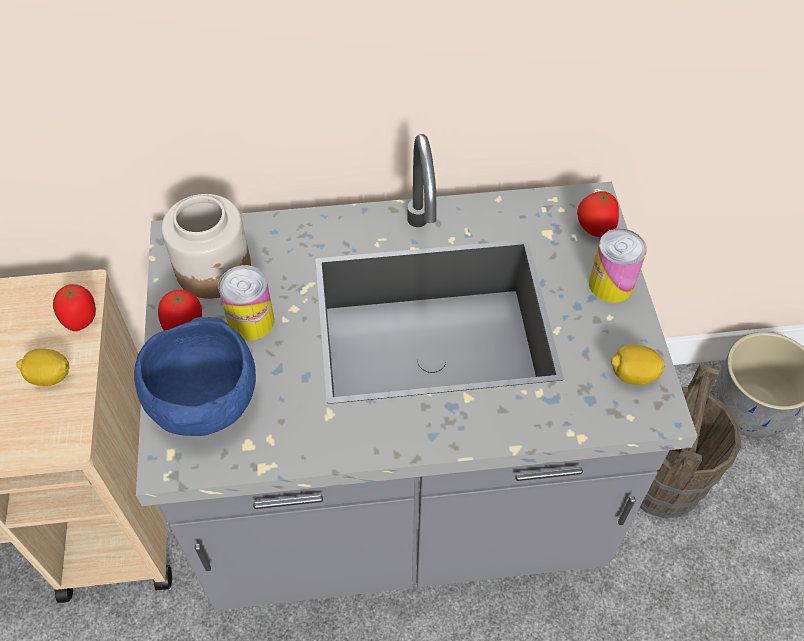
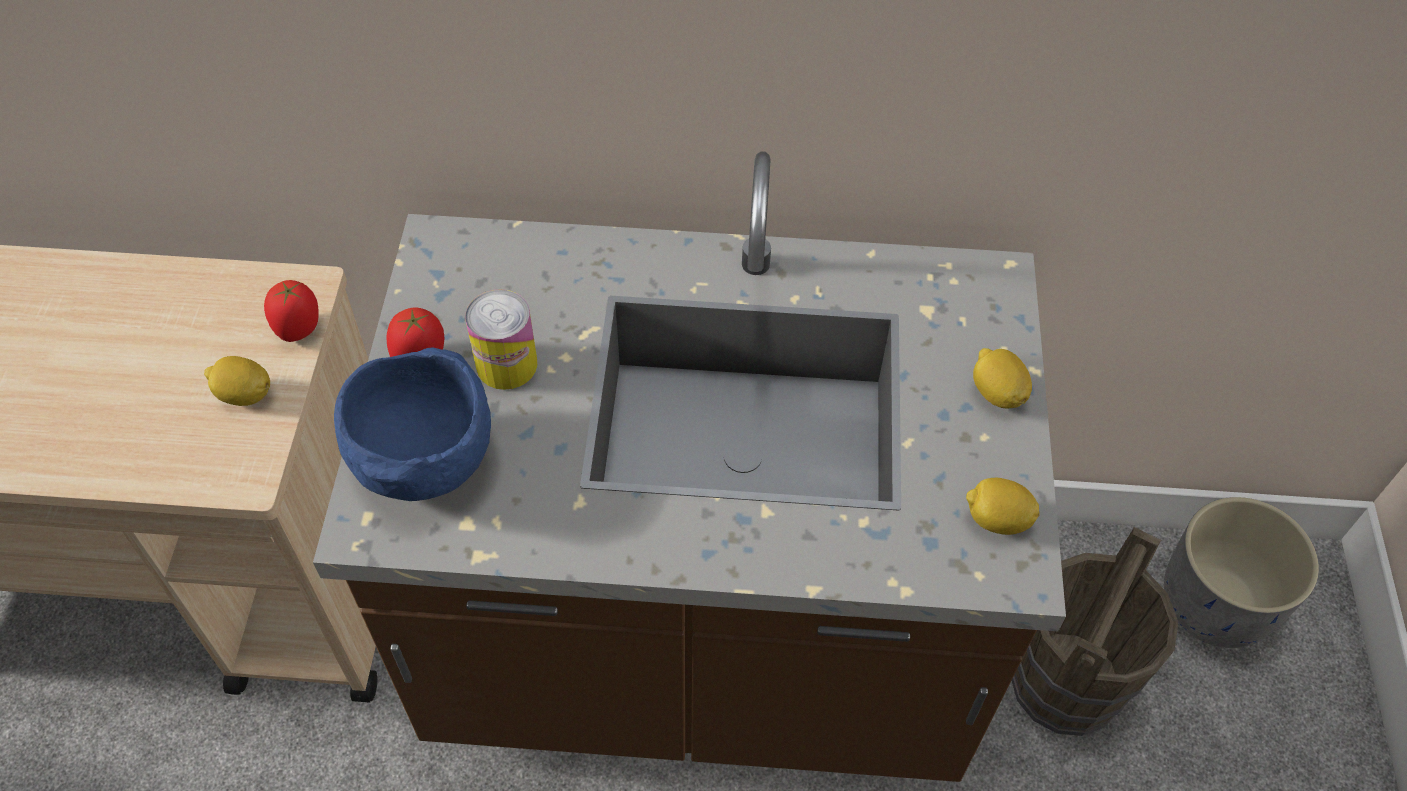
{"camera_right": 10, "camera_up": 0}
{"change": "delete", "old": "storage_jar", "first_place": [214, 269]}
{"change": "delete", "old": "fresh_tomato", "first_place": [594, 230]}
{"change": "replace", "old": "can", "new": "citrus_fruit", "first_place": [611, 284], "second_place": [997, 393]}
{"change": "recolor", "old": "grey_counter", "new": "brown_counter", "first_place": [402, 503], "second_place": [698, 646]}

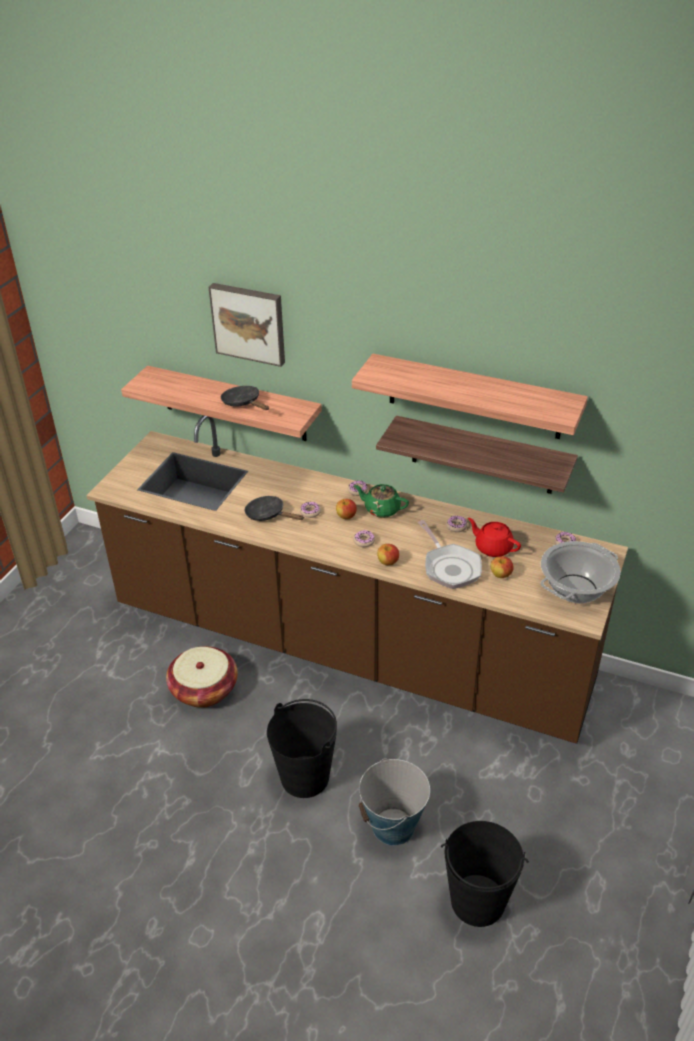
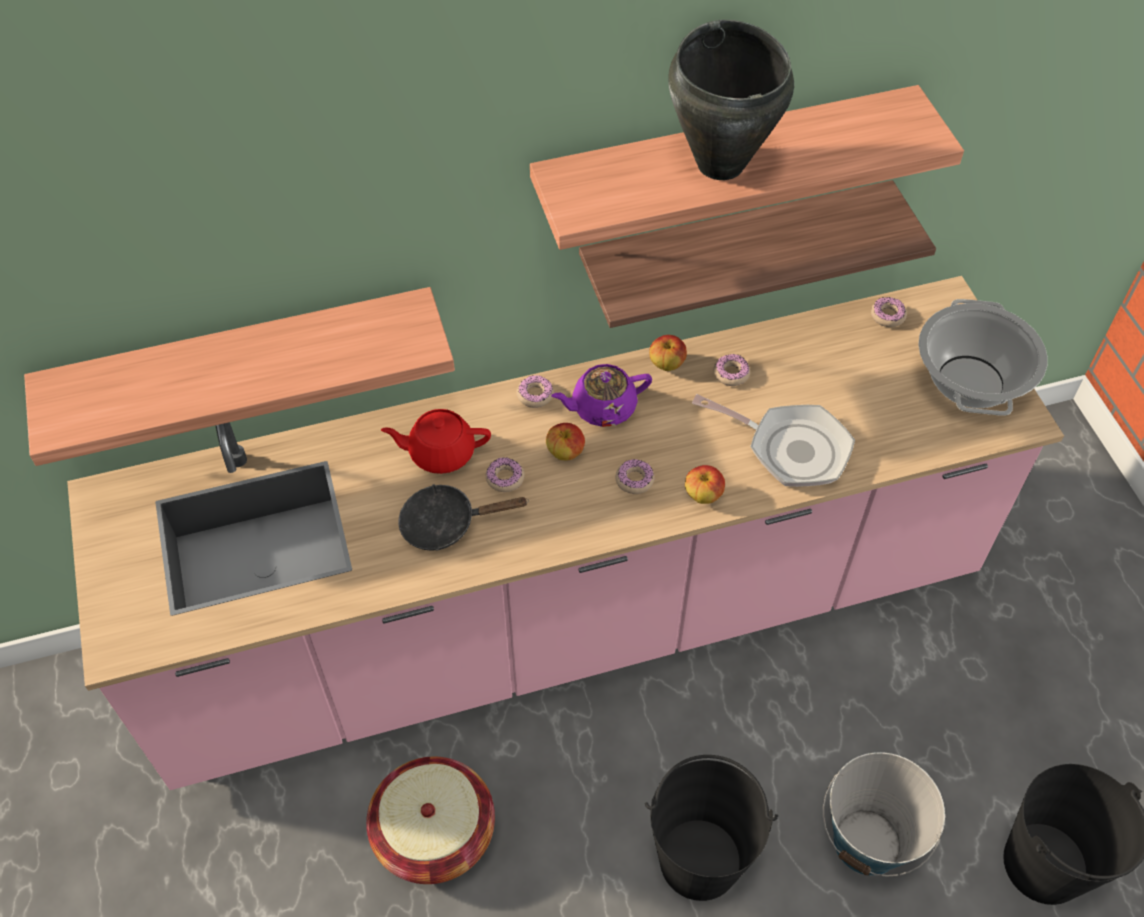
{"camera_right": -40, "camera_up": 15}
{"change": "delete", "old": "wall_picture", "first_place": [249, 323]}
{"change": "delete", "old": "black-coloured_frying_pan", "first_place": [243, 403]}
{"change": "insert", "new": "black-coloured_stockpot", "second_place": [721, 163]}
{"change": "move", "old": "red_teapot", "first_place": [493, 547], "second_place": [440, 452]}
{"change": "move", "old": "apple_fruit", "first_place": [501, 575], "second_place": [667, 364]}
{"change": "recolor", "old": "brown_counter", "new": "pink_counter", "first_place": [349, 647], "second_place": [572, 618]}
{"change": "recolor", "old": "greenish_teapot", "new": "purple_teapot", "first_place": [381, 509], "second_place": [602, 408]}

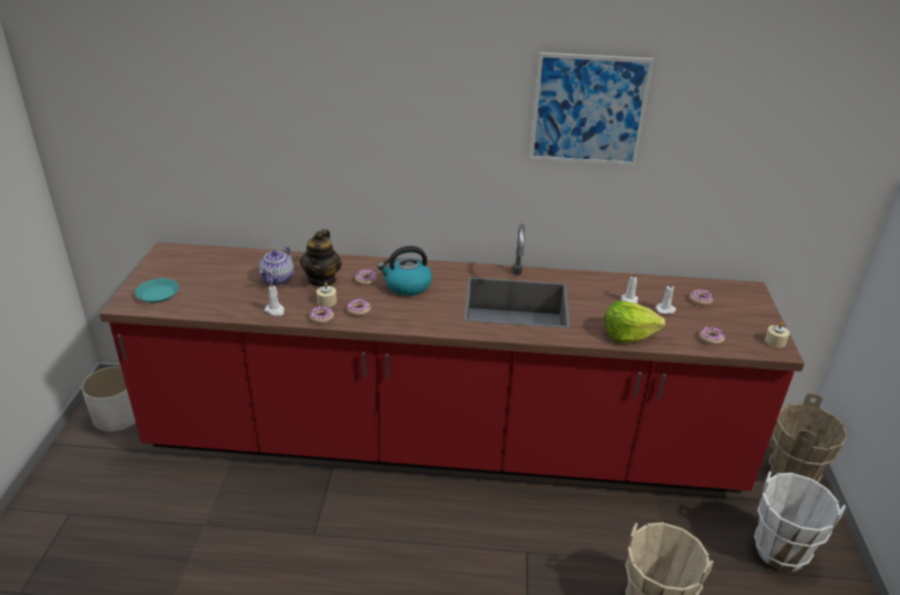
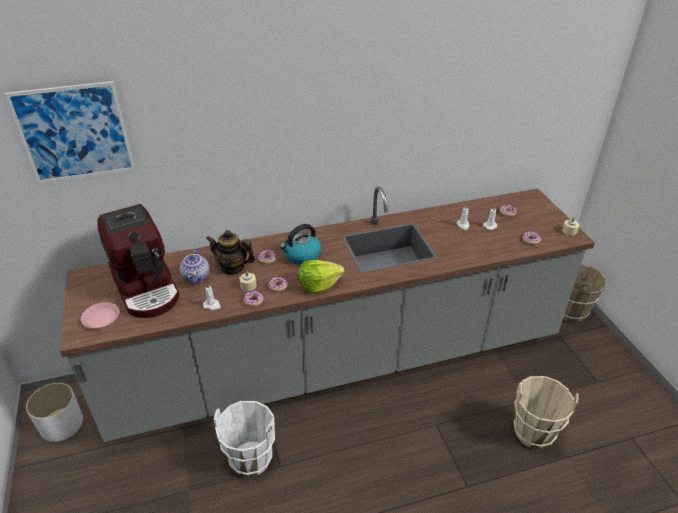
{"camera_right": -20, "camera_up": 5}
{"change": "insert", "new": "coffee_brewer", "second_place": [147, 288]}
{"change": "move", "old": "wall_picture", "first_place": [588, 110], "second_place": [74, 133]}
{"change": "move", "old": "lettuce", "first_place": [628, 334], "second_place": [318, 284]}
{"change": "move", "old": "white-coloured_water_bucket", "first_place": [780, 550], "second_place": [251, 459]}
{"change": "recolor", "old": "red_counter", "new": "grey_counter", "first_place": [444, 444], "second_place": [339, 363]}
{"change": "recolor", "old": "blue-green_flat_dish", "new": "pink_flat_dish", "first_place": [158, 294], "second_place": [101, 318]}
{"change": "rotate", "old": "teapot", "first_place": [322, 280], "second_place": [232, 268], "degrees": 120}

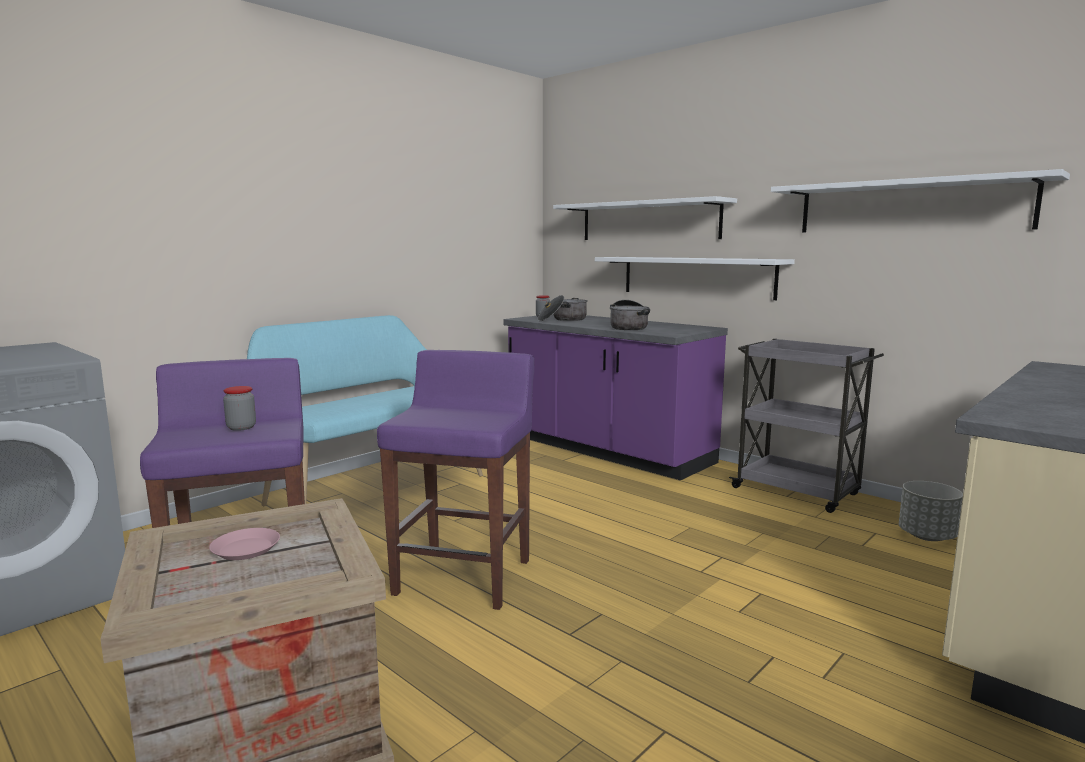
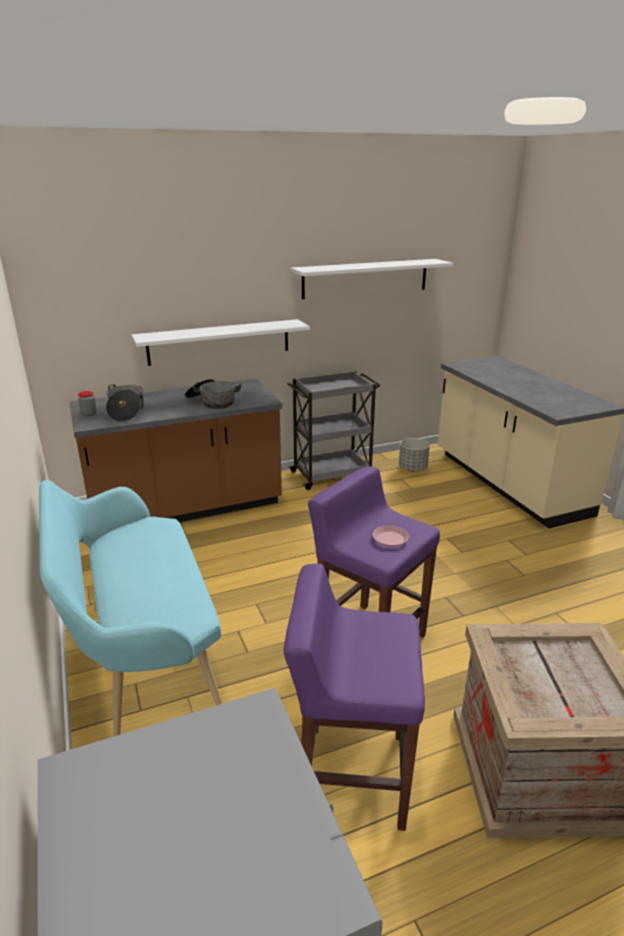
{"camera_right": -65, "camera_up": 15}
{"change": "delete", "old": "storage_jar", "first_place": [241, 427]}
{"change": "delete", "old": "white-coloured_bracket_shelf", "first_place": [648, 221]}
{"change": "move", "old": "pink_flat_dish", "first_place": [246, 549], "second_place": [390, 539]}
{"change": "recolor", "old": "purple_counter", "new": "brown_counter", "first_place": [606, 450], "second_place": [186, 509]}

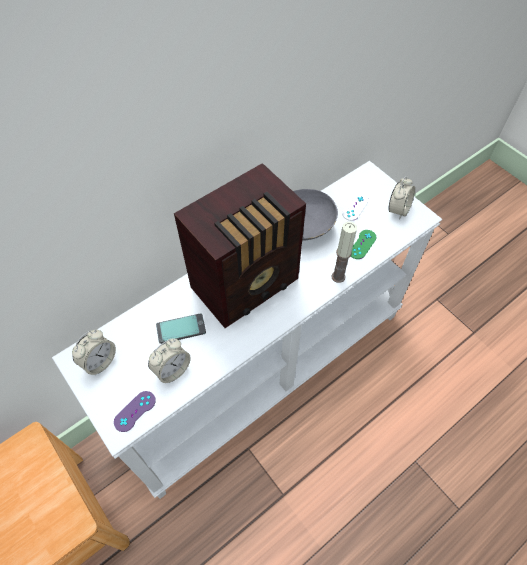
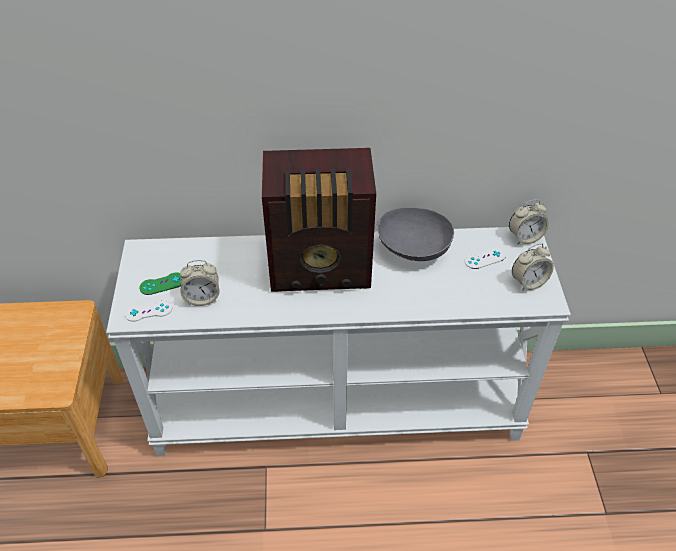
{"camera_right": 35, "camera_up": -10}
{"change": "delete", "old": "handset", "first_place": [181, 328]}
{"change": "delete", "old": "wax_candle", "first_place": [338, 277]}
{"change": "move", "old": "alarm_clock", "first_place": [99, 361], "second_place": [525, 237]}
{"change": "move", "old": "greenish_game_controller", "first_place": [362, 244], "second_place": [162, 284]}
{"change": "recolor", "old": "purple_game_controller", "new": "white-coloured_game_controller", "first_place": [135, 411], "second_place": [148, 311]}

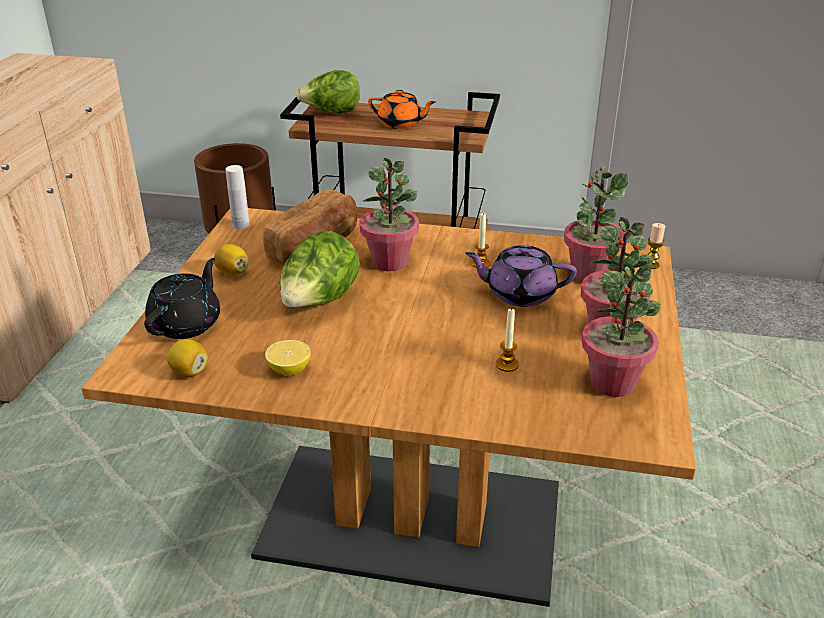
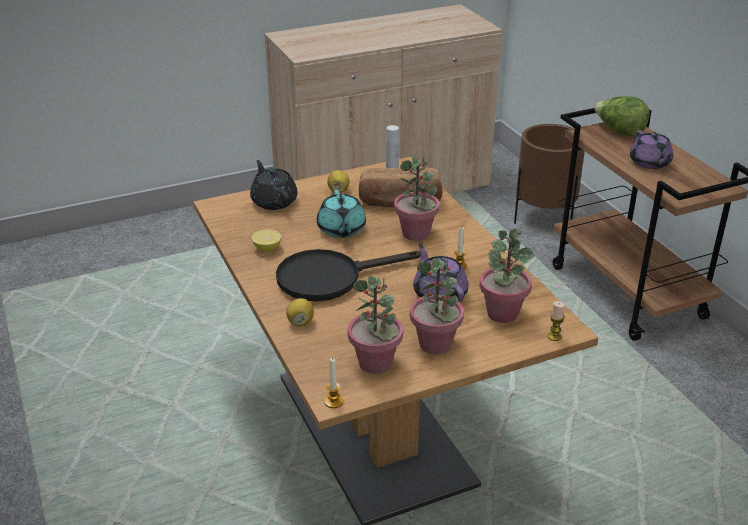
{"camera_right": 55, "camera_up": 0}
{"change": "insert", "new": "black-coloured_frying_pan", "second_place": [330, 277]}
{"change": "move", "old": "citrus_fruit", "first_place": [189, 372], "second_place": [300, 322]}
{"change": "move", "old": "wax_candle", "first_place": [507, 364], "second_place": [333, 402]}
{"change": "replace", "old": "lettuce", "new": "blue-green_teapot", "first_place": [320, 302], "second_place": [341, 230]}
{"change": "recolor", "old": "orange-coloured_teapot", "new": "purple_teapot", "first_place": [400, 124], "second_place": [650, 163]}
{"change": "rotate", "old": "black-coloured_teapot", "first_place": [187, 324], "second_place": [274, 201], "degrees": -105}

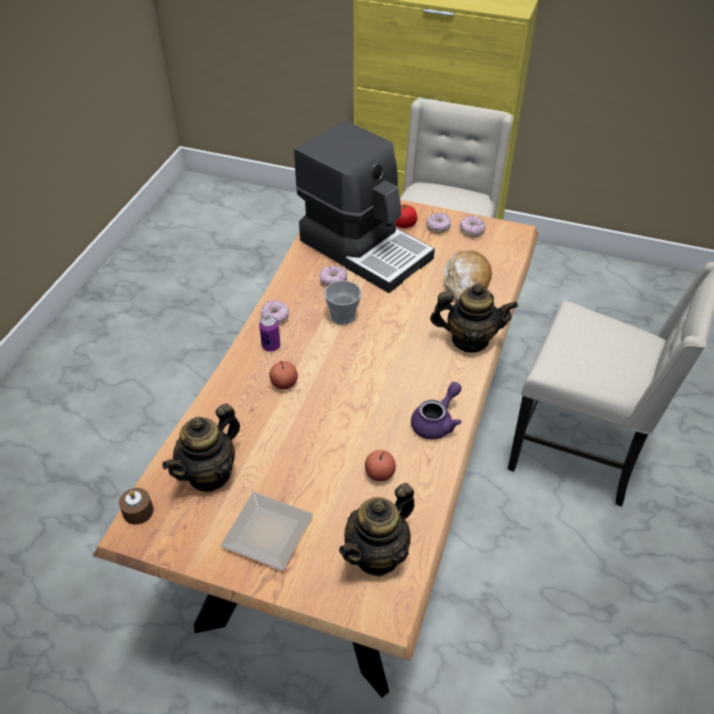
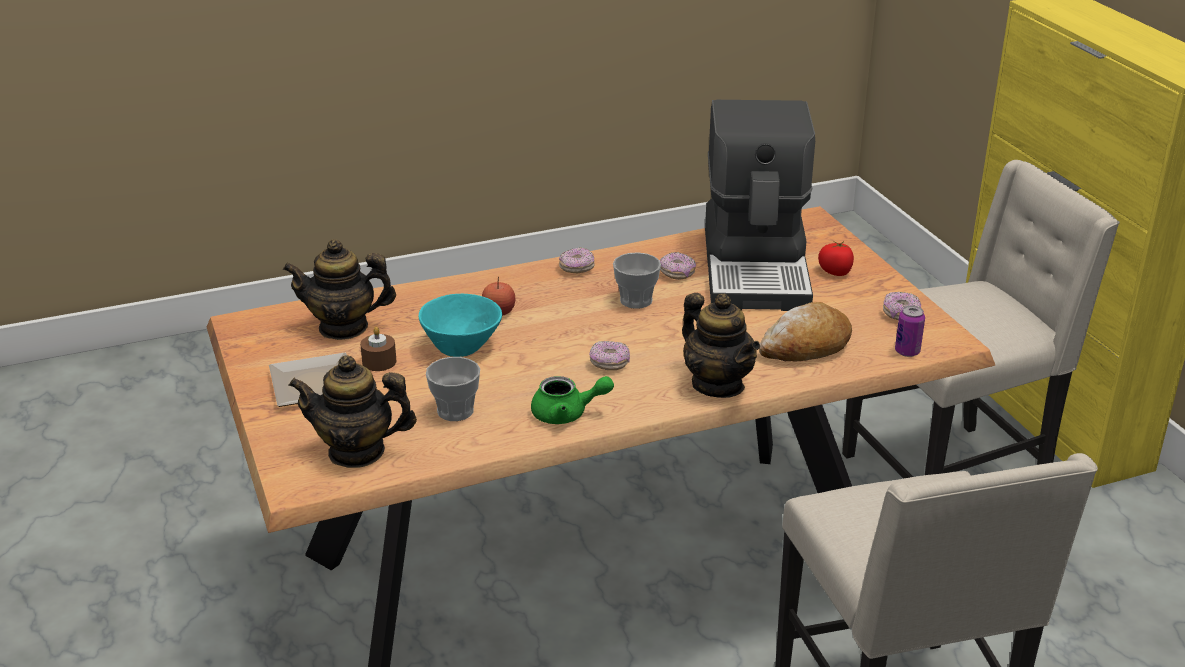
{"camera_right": 50, "camera_up": -15}
{"change": "insert", "new": "blue-green_serving_bowl", "second_place": [463, 347]}
{"change": "move", "old": "brown_wax_candle", "first_place": [138, 511], "second_place": [379, 362]}
{"change": "move", "old": "can", "first_place": [271, 346], "second_place": [907, 351]}
{"change": "move", "old": "doughnut", "first_place": [438, 228], "second_place": [609, 364]}
{"change": "replace", "old": "apple_fruit", "new": "small_cup", "first_place": [379, 473], "second_place": [455, 411]}
{"change": "recolor", "old": "purple_teapot", "new": "greenish_teapot", "first_place": [436, 422], "second_place": [567, 414]}

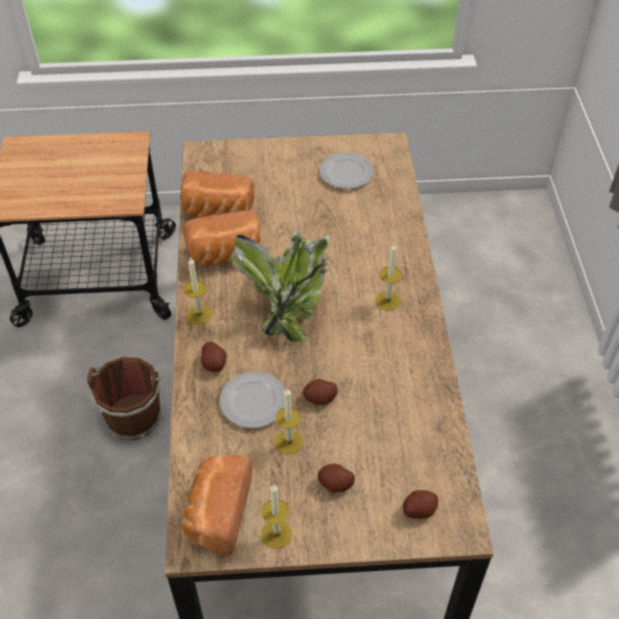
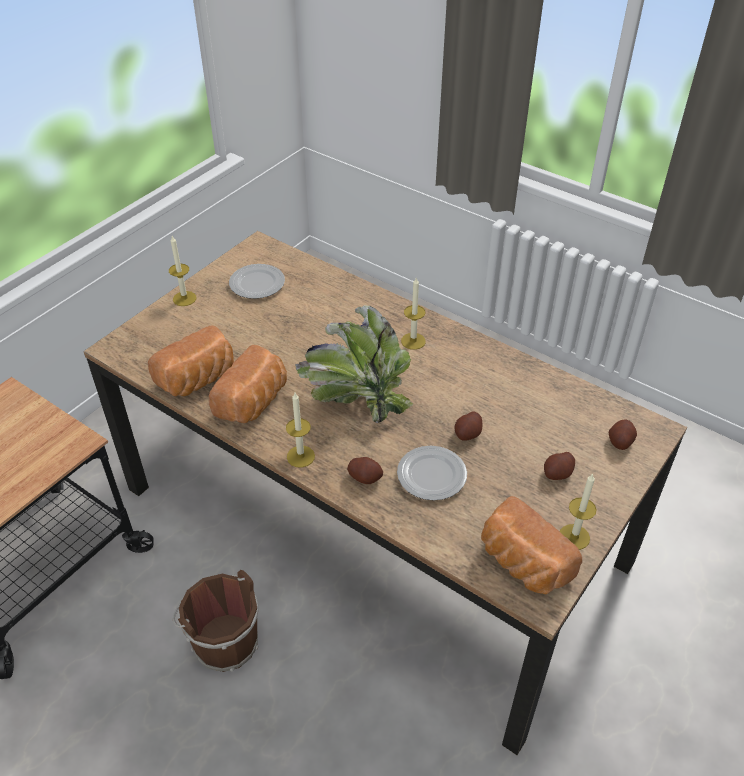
{"camera_right": -50, "camera_up": -5}
{"change": "move", "old": "wax_candle", "first_place": [289, 442], "second_place": [184, 298]}

